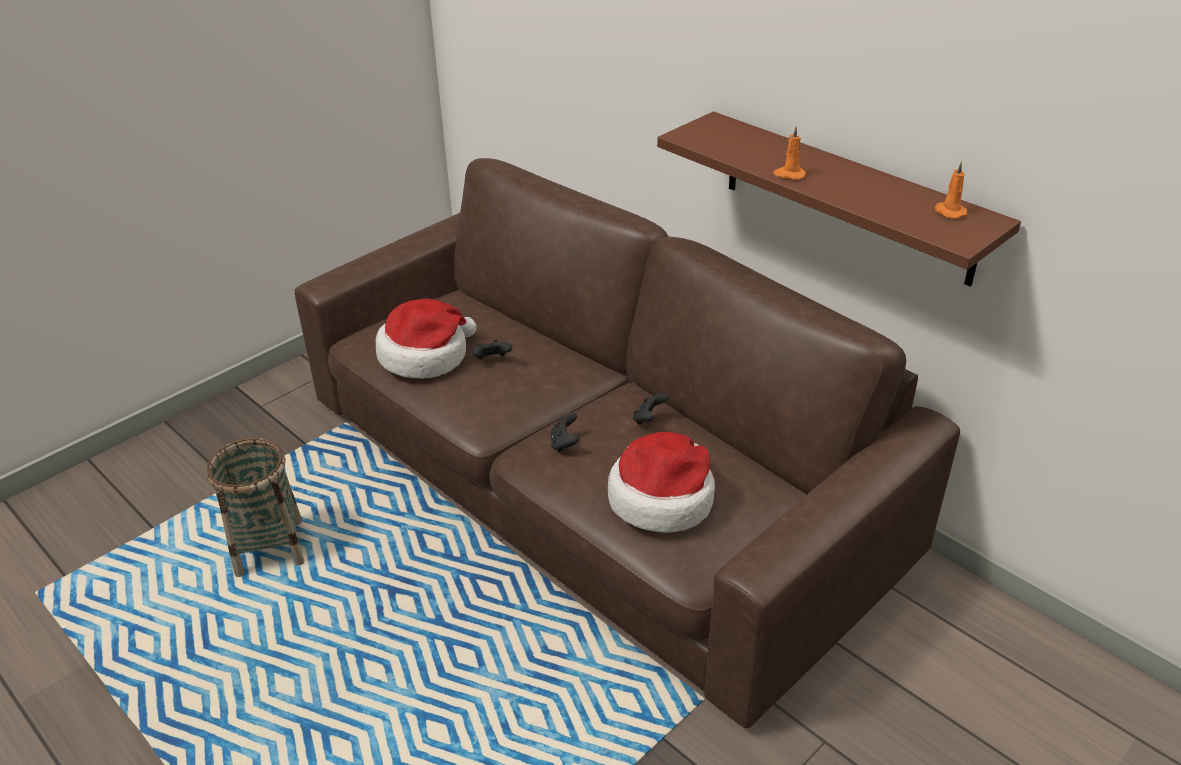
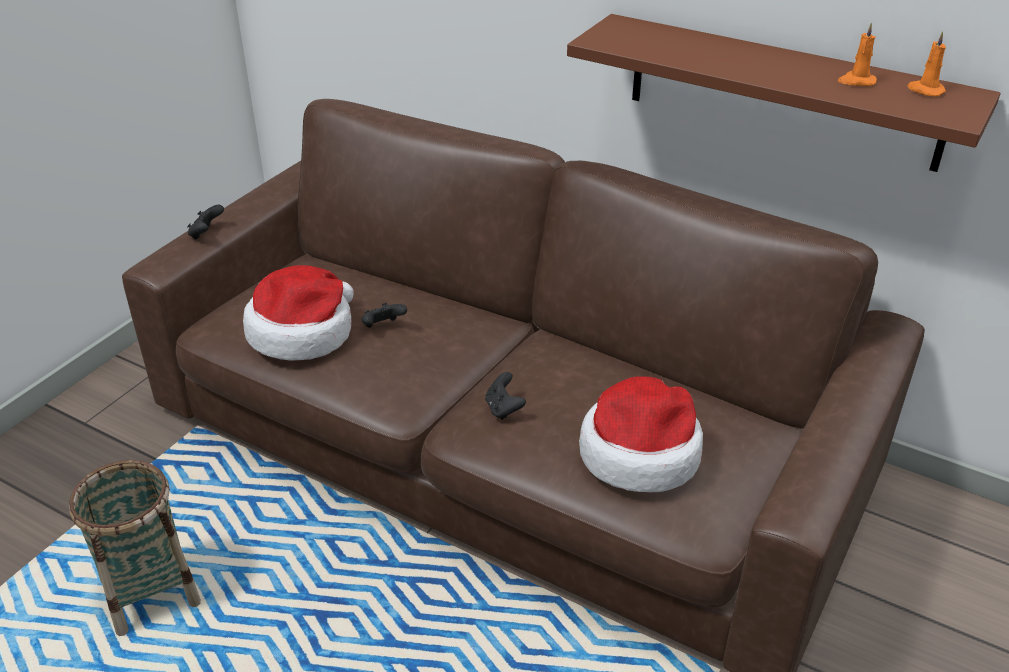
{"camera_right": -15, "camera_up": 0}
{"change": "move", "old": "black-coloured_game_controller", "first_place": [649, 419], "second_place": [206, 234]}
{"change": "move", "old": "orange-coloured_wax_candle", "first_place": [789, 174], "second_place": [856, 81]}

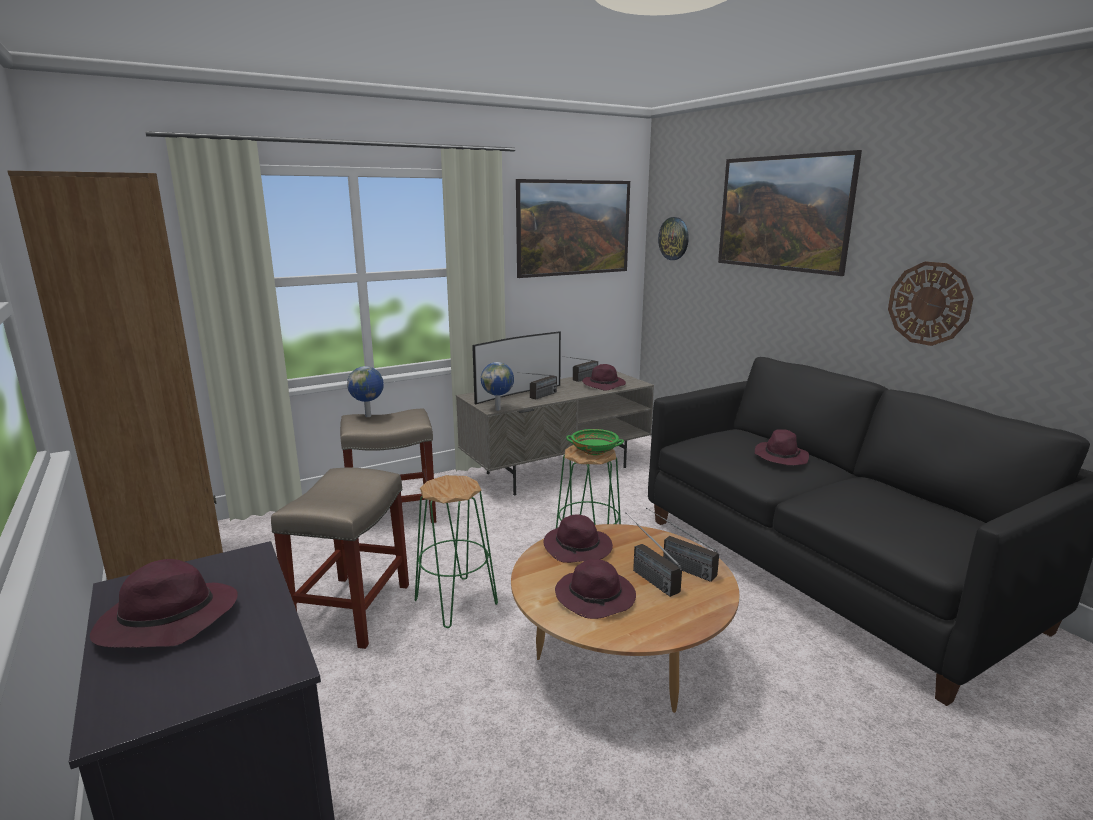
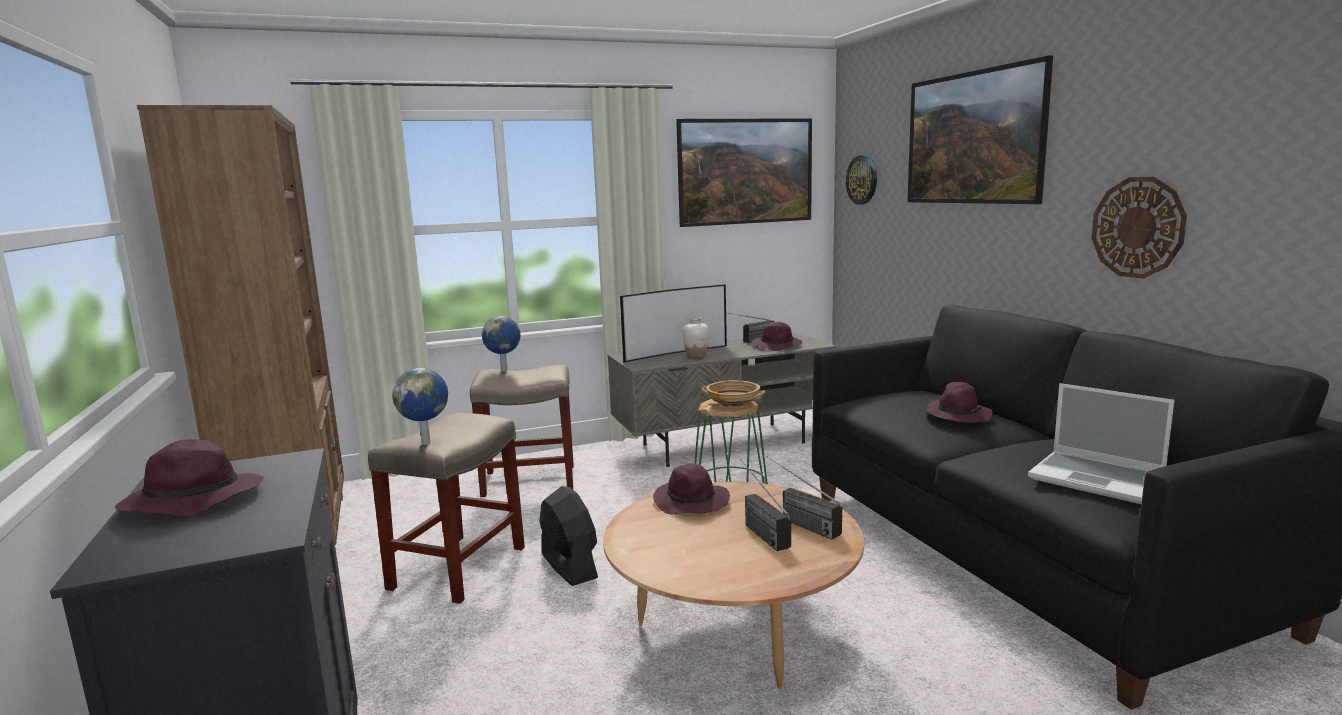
{"camera_right": 10, "camera_up": -5}
{"change": "delete", "old": "purple_wearable_hat", "first_place": [596, 598]}
{"change": "insert", "new": "portable_computer", "second_place": [1098, 479]}
{"change": "move", "old": "world_globe", "first_place": [498, 409], "second_place": [427, 443]}
{"change": "replace", "old": "greenish_stool", "new": "black-coloured_electric_fan", "first_place": [455, 602], "second_place": [569, 565]}
{"change": "replace", "old": "radio_set", "new": "white-coloured_decorative_vase", "first_place": [538, 397], "second_place": [696, 356]}
{"change": "recolor", "old": "greenish_serving_bowl", "new": "beige-coloured_serving_bowl", "first_place": [595, 451], "second_place": [734, 404]}

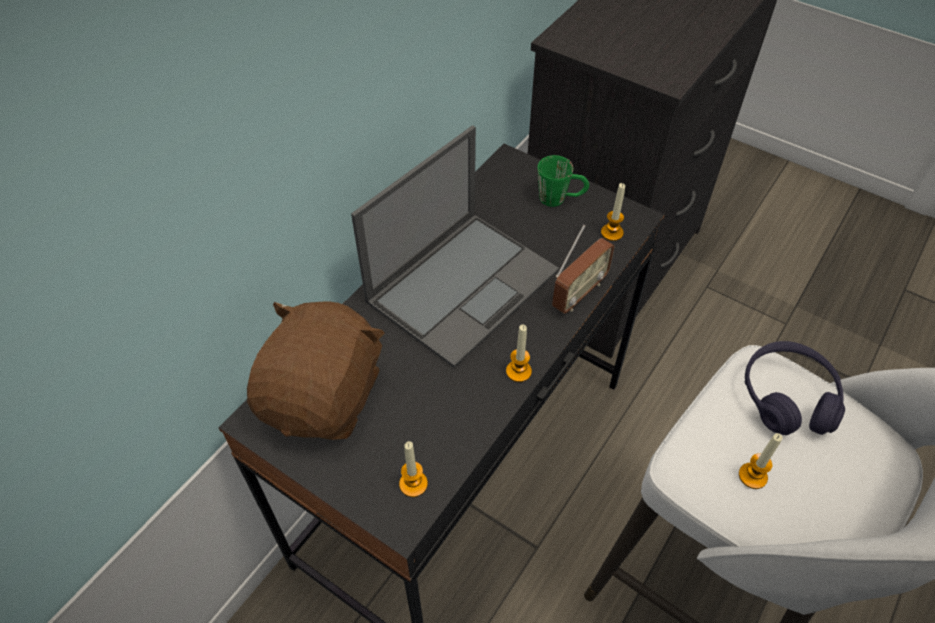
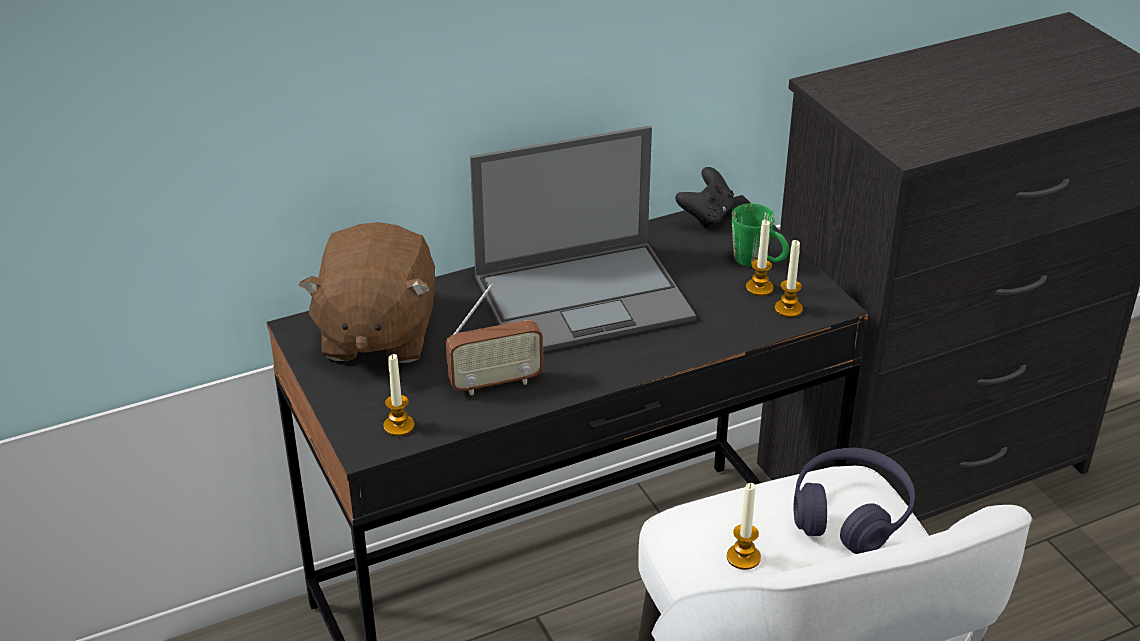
{"camera_right": 30, "camera_up": -15}
{"change": "insert", "new": "black-coloured_game_controller", "second_place": [706, 216]}
{"change": "move", "old": "wax_candle", "first_place": [518, 371], "second_place": [759, 288]}
{"change": "move", "old": "radio_set", "first_place": [579, 293], "second_place": [495, 383]}
{"change": "rotate", "old": "brown_plush_toy", "first_place": [325, 396], "second_place": [376, 334], "degrees": 135}

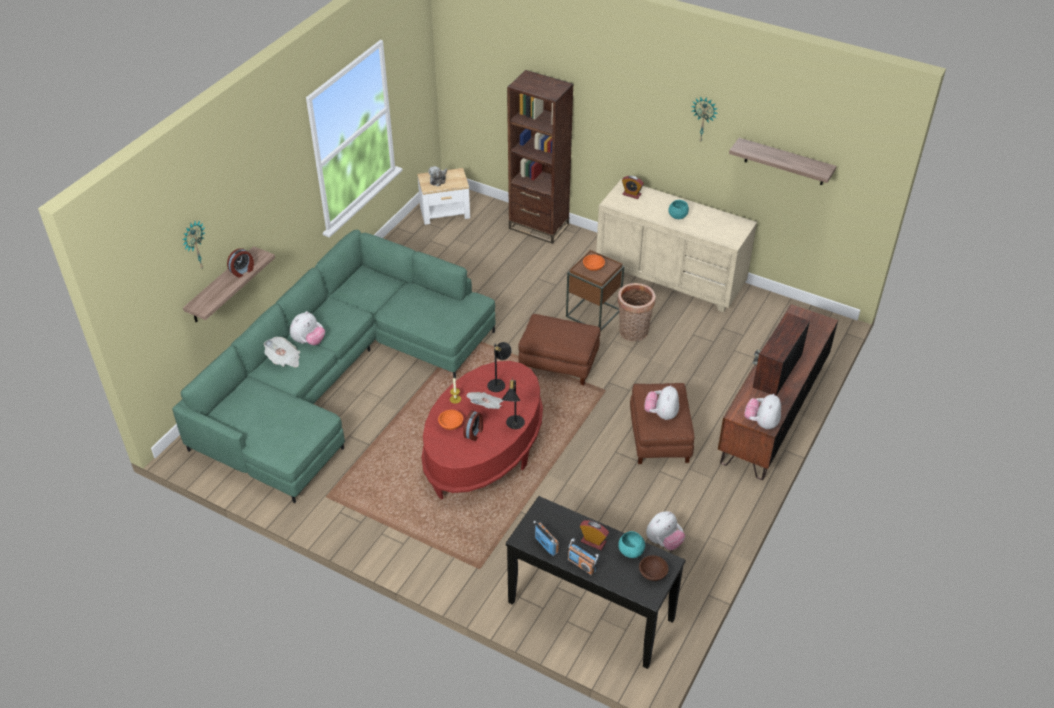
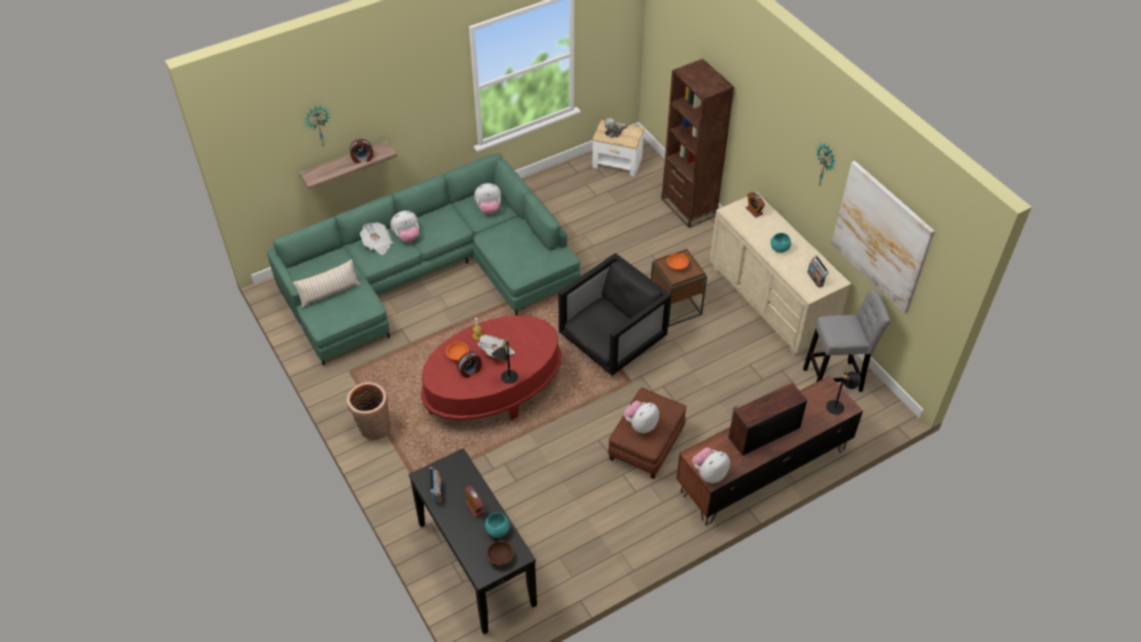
{"camera_right": 30, "camera_up": 5}
{"change": "insert", "new": "beige-coloured_throw_pillow", "second_place": [329, 293]}
{"change": "insert", "new": "grey_stool", "second_place": [836, 379]}
{"change": "move", "old": "black-coloured_table_lamp", "first_place": [499, 383], "second_place": [838, 406]}
{"change": "move", "old": "radio_set", "first_place": [582, 565], "second_place": [815, 279]}
{"change": "move", "old": "storage_basket", "first_place": [633, 333], "second_place": [373, 429]}
{"change": "move", "old": "plush_toy", "first_place": [663, 541], "second_place": [489, 209]}
{"change": "replace", "old": "brown_footrest", "new": "black-coloured_lounge_chair", "first_place": [559, 362], "second_place": [612, 339]}
{"change": "replace", "old": "bracket_shelf", "new": "wall_picture", "first_place": [785, 162], "second_place": [881, 237]}

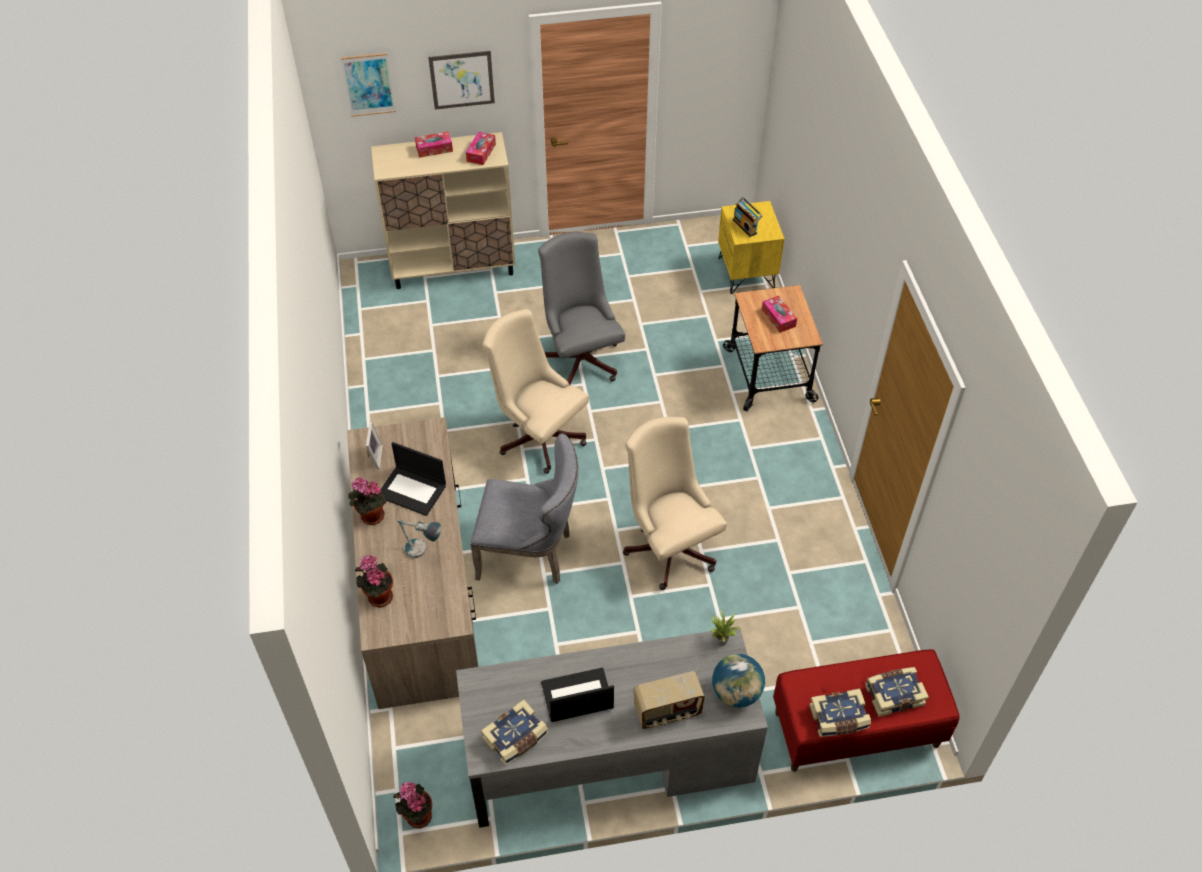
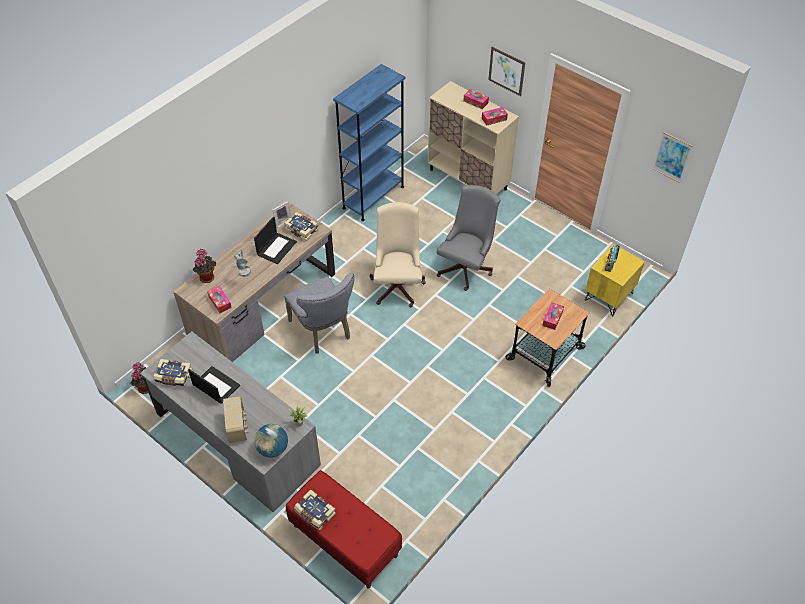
{"camera_right": 50, "camera_up": 0}
{"change": "delete", "old": "houseplant", "first_place": [370, 517]}
{"change": "delete", "old": "beige-coloured_computer_chair", "first_place": [668, 545]}
{"change": "insert", "new": "tissue_holder", "second_place": [220, 302]}
{"change": "insert", "new": "blue_bookshelf", "second_place": [373, 197]}
{"change": "move", "old": "wall_picture", "first_place": [368, 84], "second_place": [672, 157]}
{"change": "move", "old": "book", "first_place": [894, 694], "second_place": [302, 229]}
{"change": "rotate", "old": "portable_computer", "first_place": [412, 490], "second_place": [276, 248], "degrees": -135}
{"change": "rotate", "old": "radio_set", "first_place": [667, 711], "second_place": [237, 427], "degrees": -135}

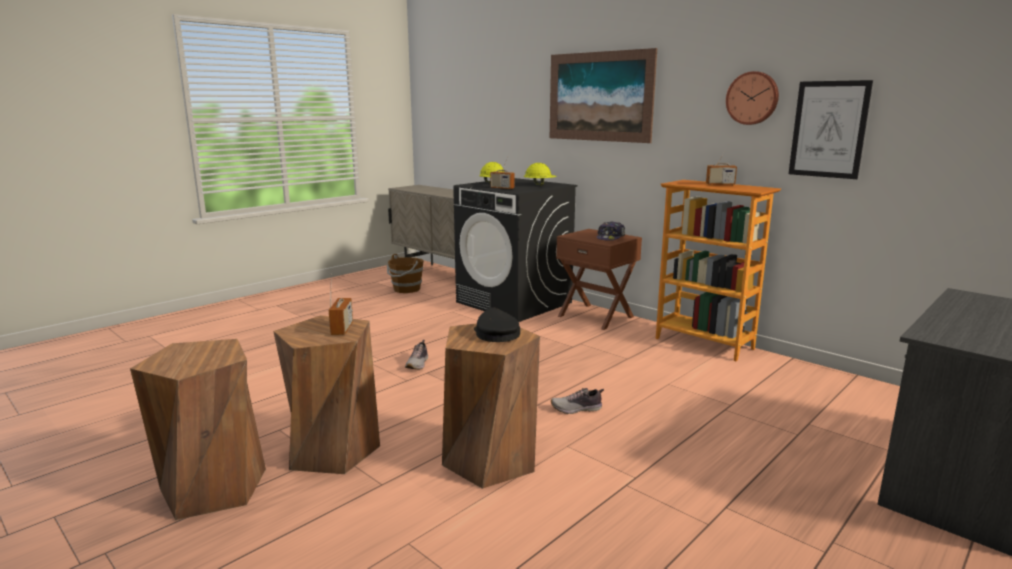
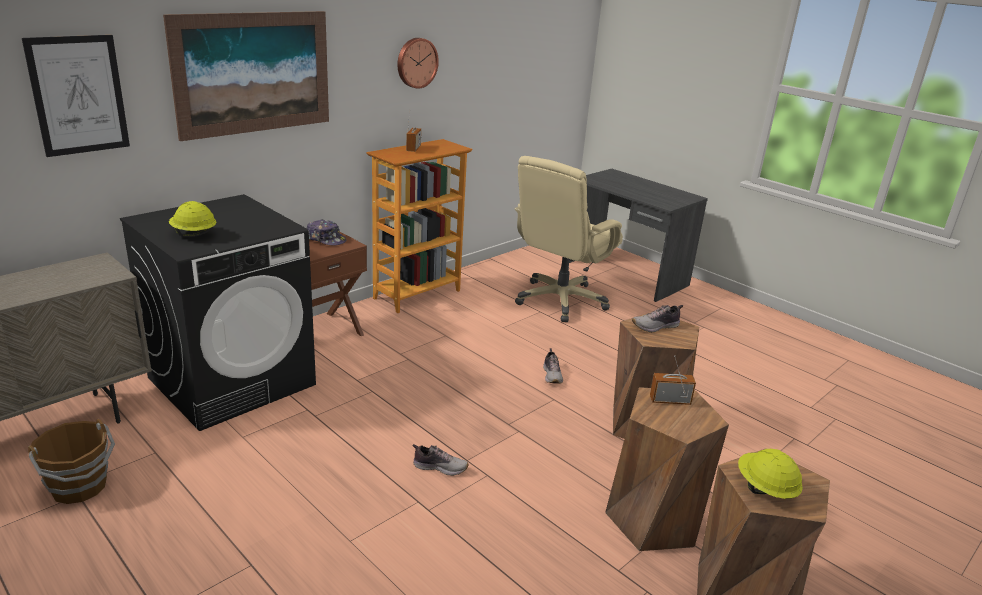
{"camera_right": -90, "camera_up": 10}
{"change": "delete", "old": "radio_set", "first_place": [502, 188]}
{"change": "insert", "new": "beige-coloured_computer_chair", "second_place": [560, 300]}
{"change": "move", "old": "yellowish_safety_helmet", "first_place": [540, 185], "second_place": [765, 489]}
{"change": "move", "old": "wall_picture", "first_place": [828, 129], "second_place": [78, 95]}
{"change": "replace", "old": "black-coloured_cap", "new": "item_of_footwear", "first_place": [496, 333], "second_place": [656, 326]}

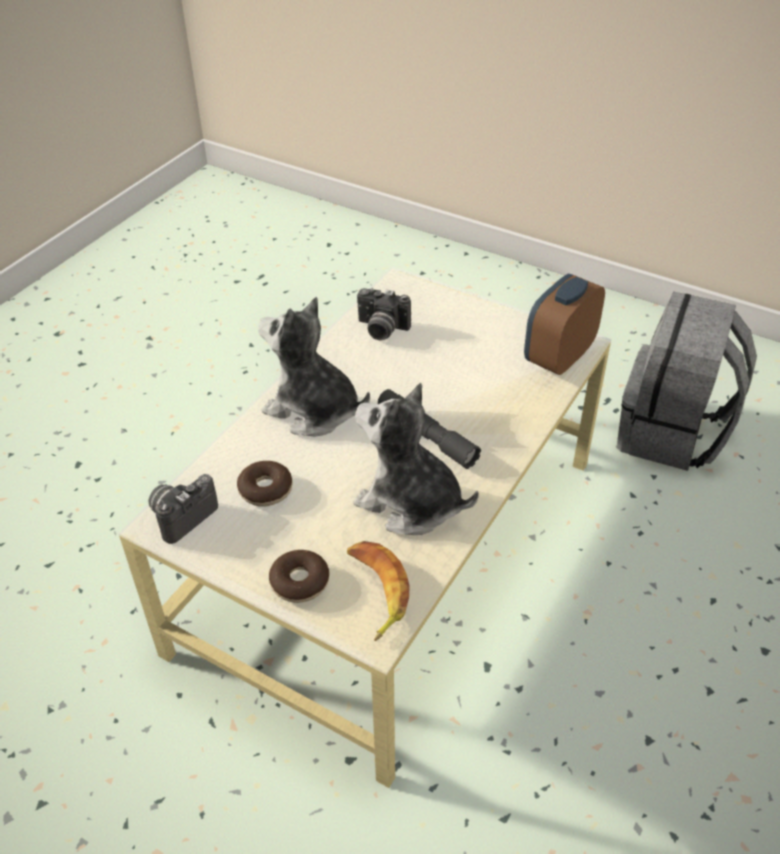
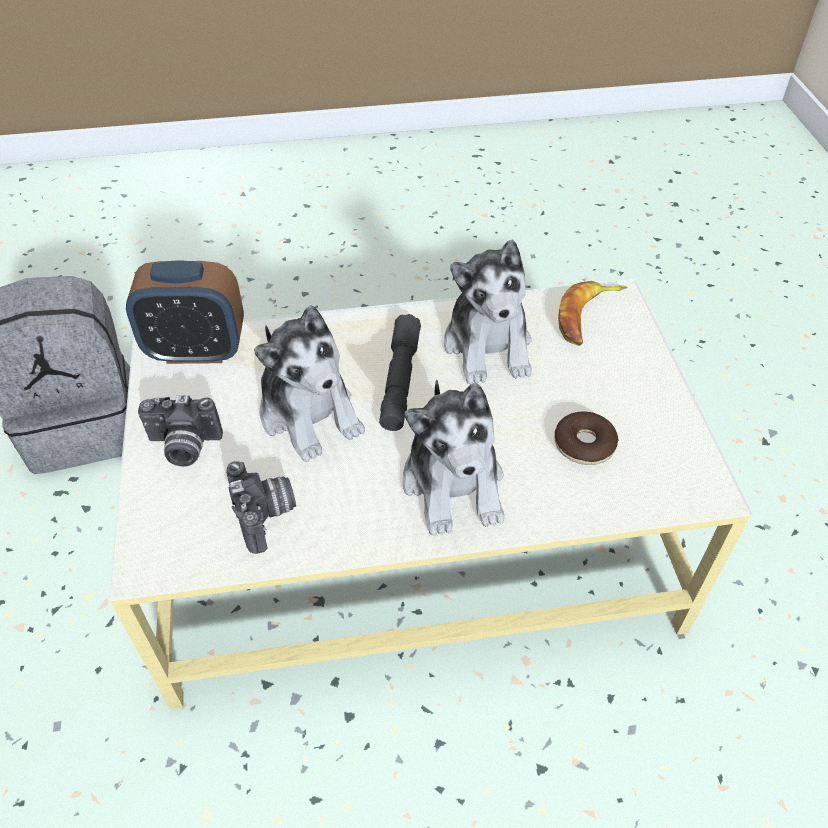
{"camera_right": -130, "camera_up": 5}
{"change": "delete", "old": "doughnut", "first_place": [300, 582]}
{"change": "insert", "new": "plush_toy", "second_place": [310, 414]}
{"change": "move", "old": "still_camera", "first_place": [181, 516], "second_place": [183, 447]}

